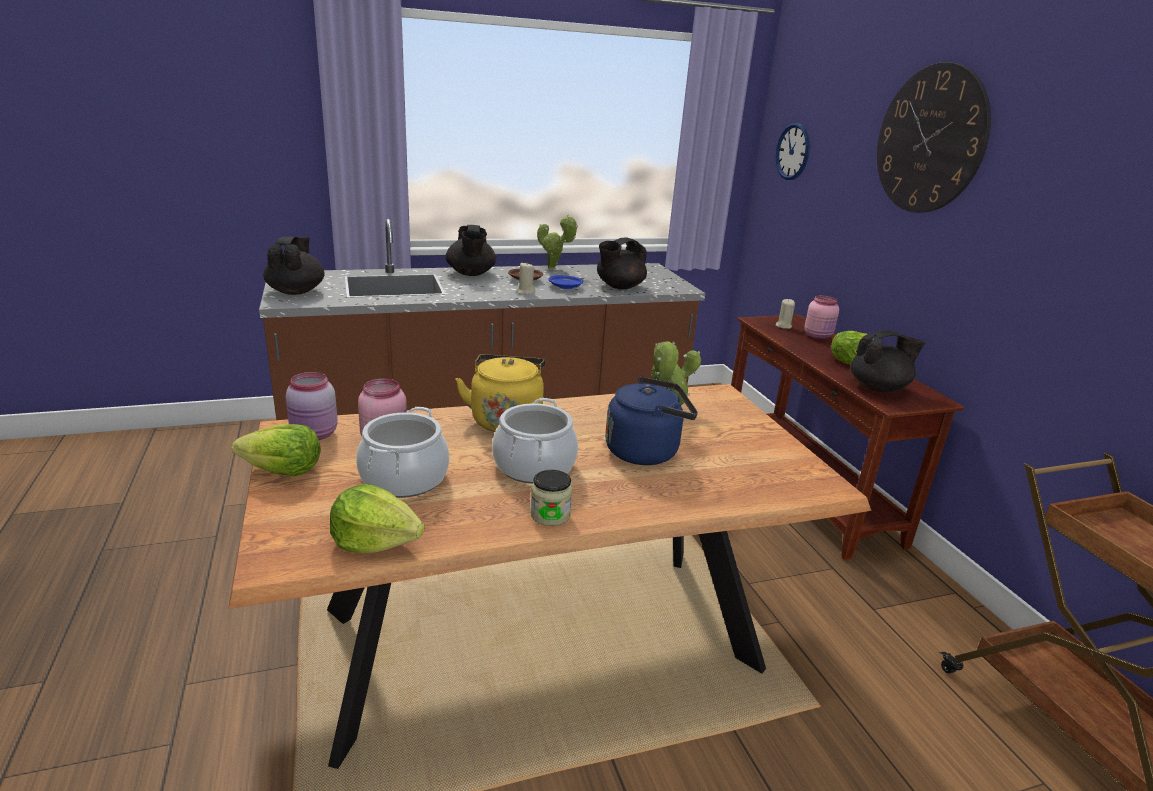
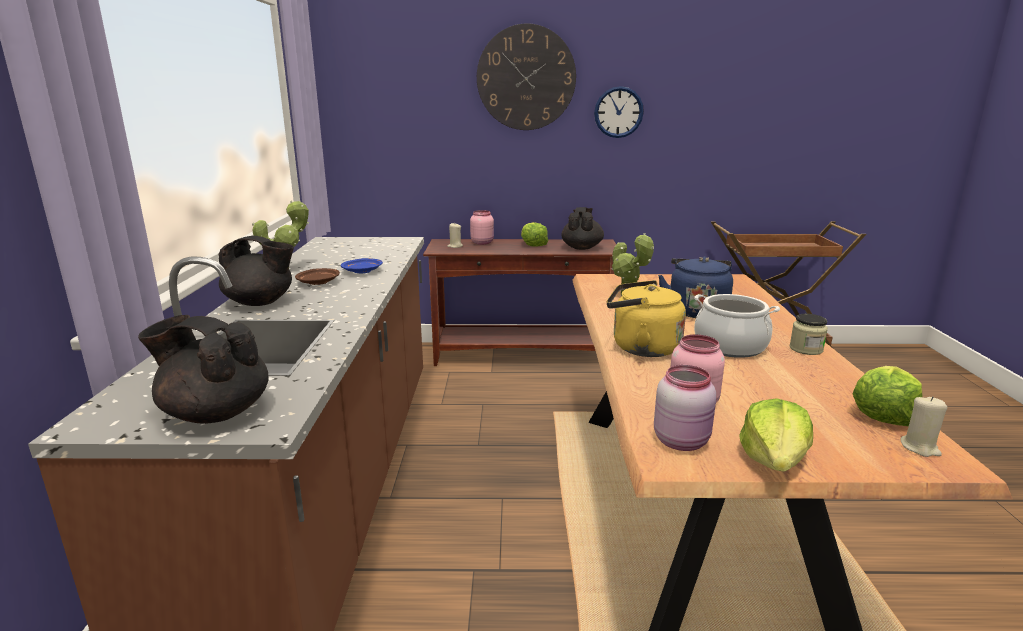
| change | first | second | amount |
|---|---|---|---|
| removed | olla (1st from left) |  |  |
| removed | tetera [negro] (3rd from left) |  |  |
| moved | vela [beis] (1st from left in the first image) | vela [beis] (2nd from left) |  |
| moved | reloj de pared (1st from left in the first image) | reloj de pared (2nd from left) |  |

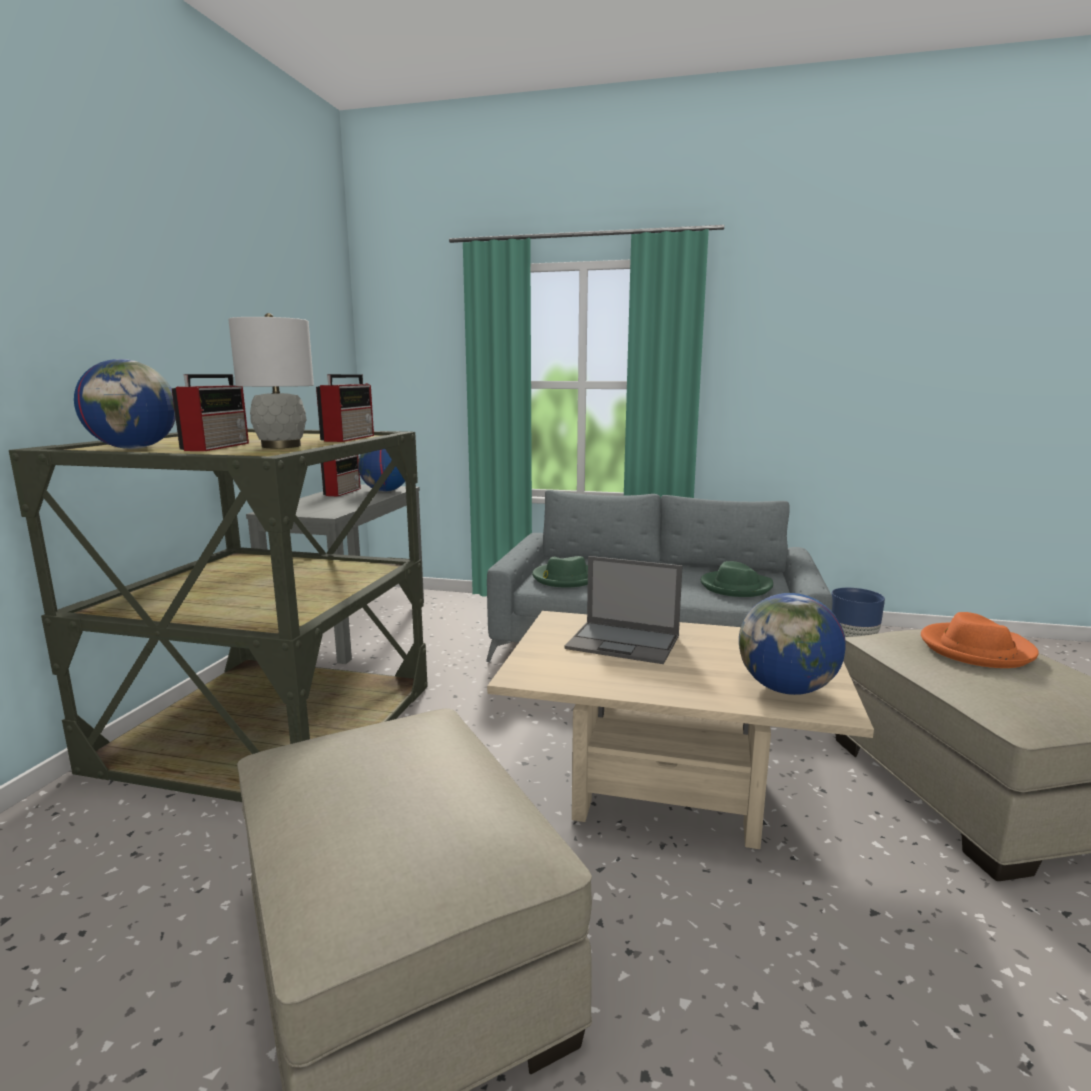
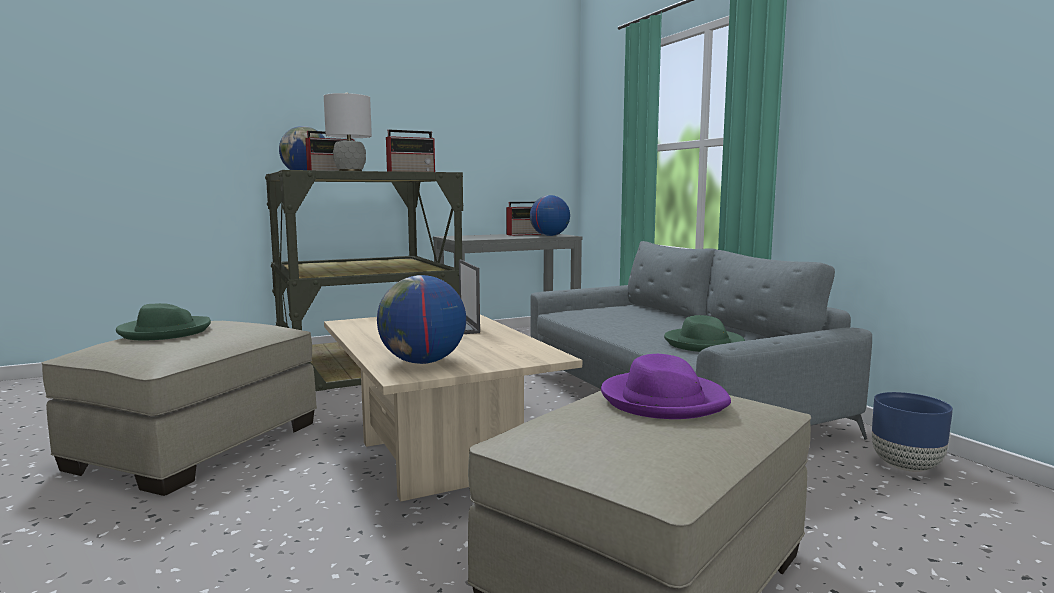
| change | first | second | amount |
|---|---|---|---|
| moved | sombrero [verde] (1st from left) |  |  |
| recoloured | sombrero [naranja] | sombrero [morado] |  |

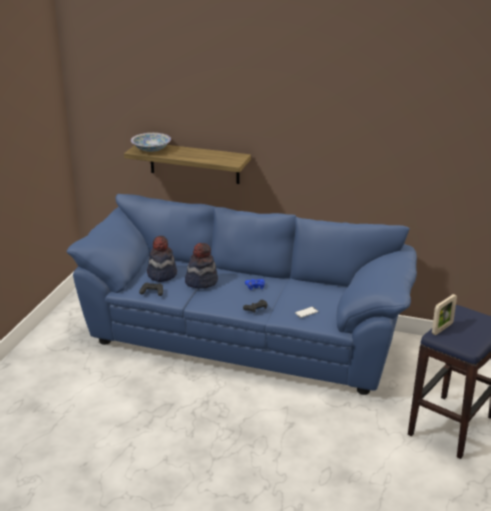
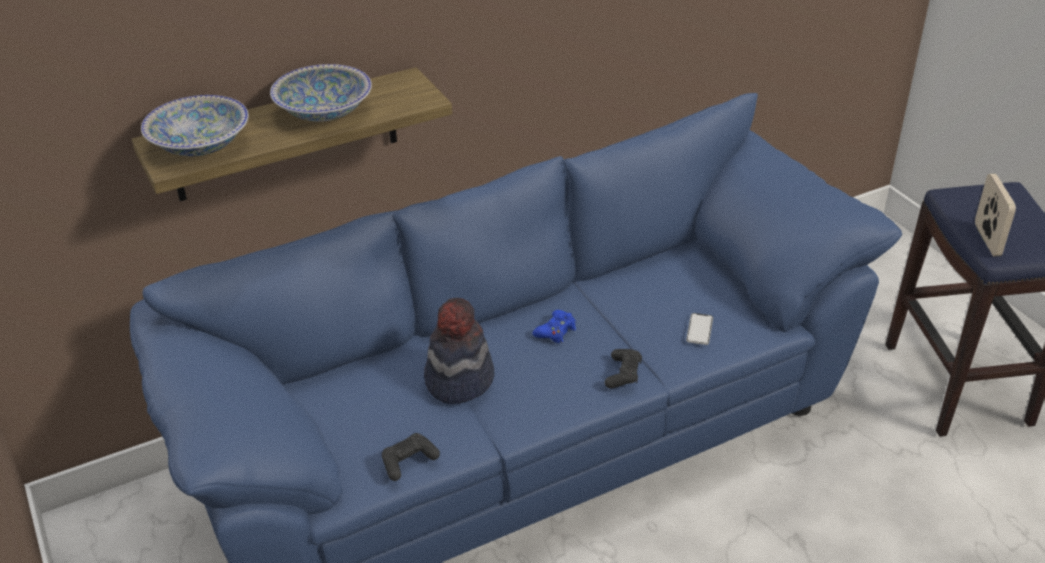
| change | first | second | amount |
|---|---|---|---|
| removed | sombrero (1st from left) |  |  |
| added |  | cuenco (2nd from left) |  |

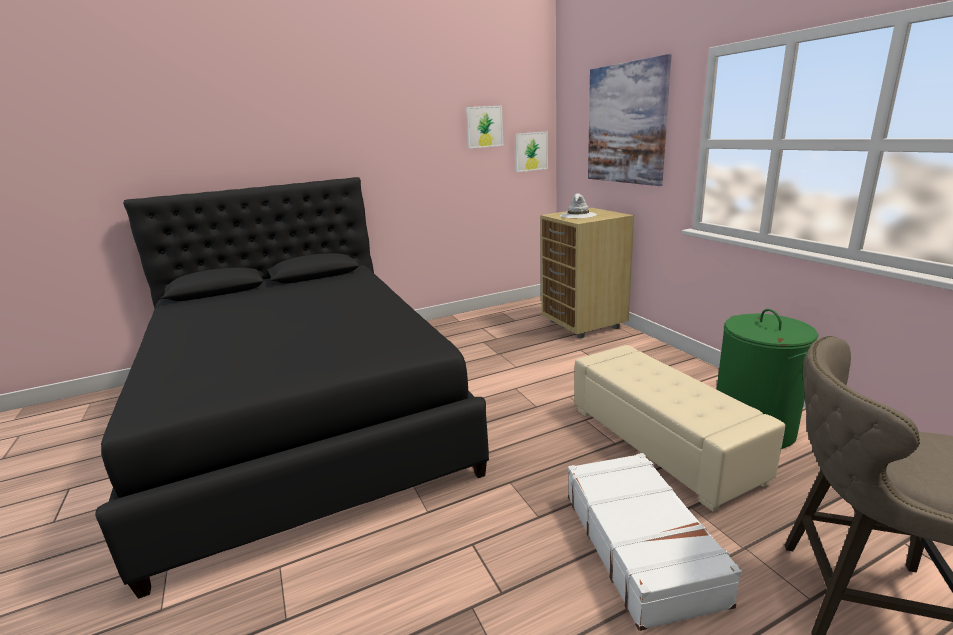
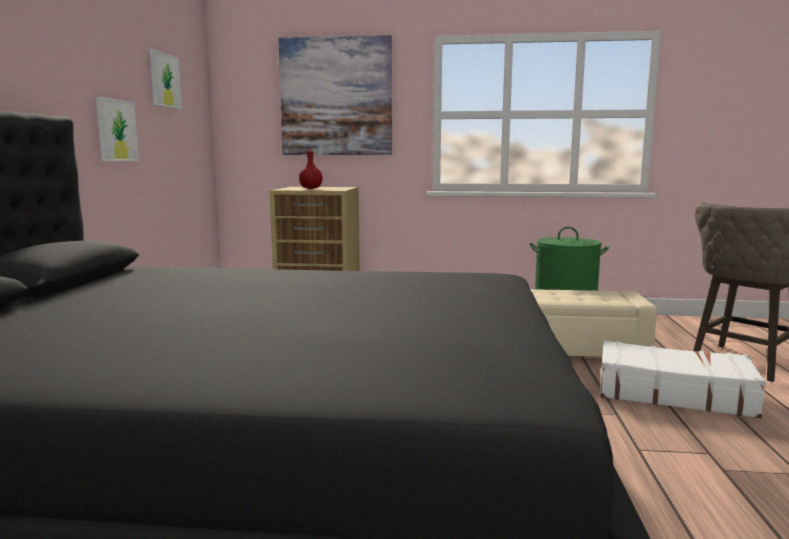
| change | first | second | amount |
|---|---|---|---|
| moved | cuadro (2nd from left in the first image) | cuadro (1st from left) |  |
| replaced | sombrero [blanco] | botella [rojo] |  |

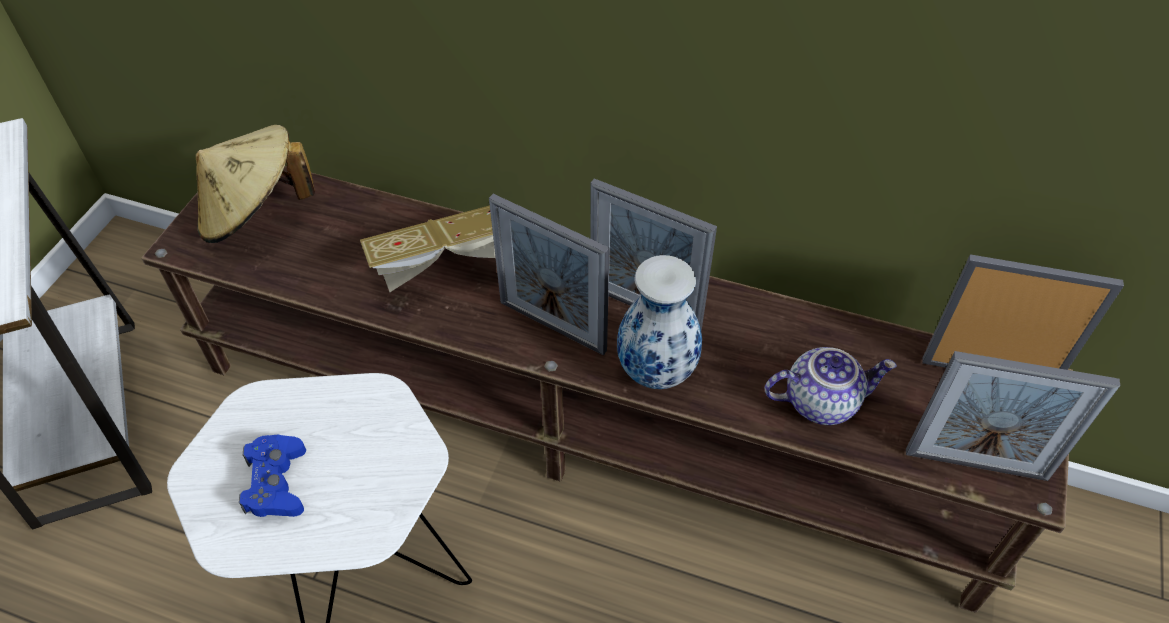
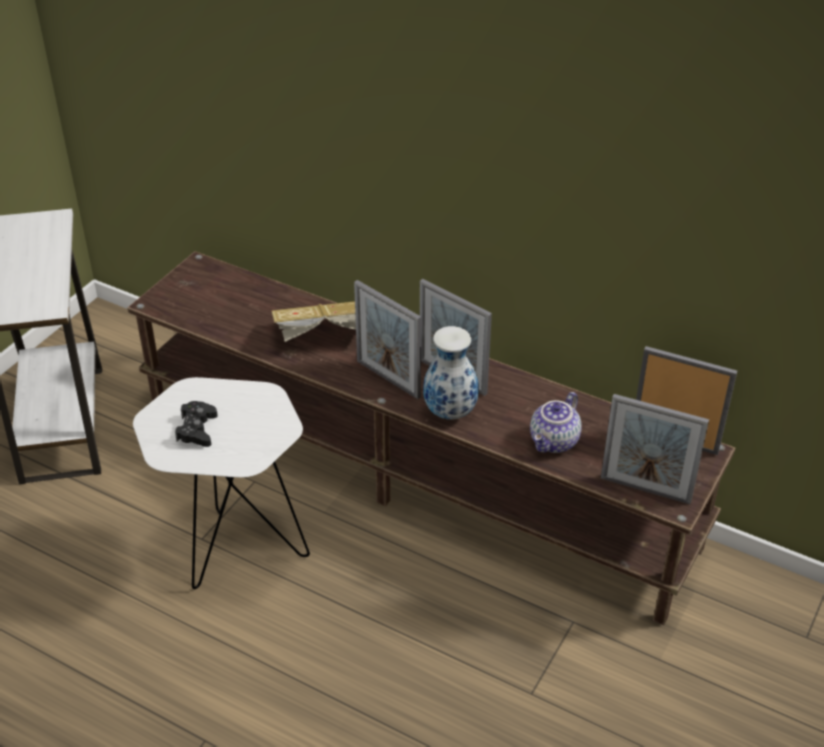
| change | first | second | amount |
|---|---|---|---|
| removed | sombrero [beis] |  |  |
| recoloured | mando de consola [azul] | mando de consola [negro] |  |
| turned | tetera |  | 120 degrees clockwise |

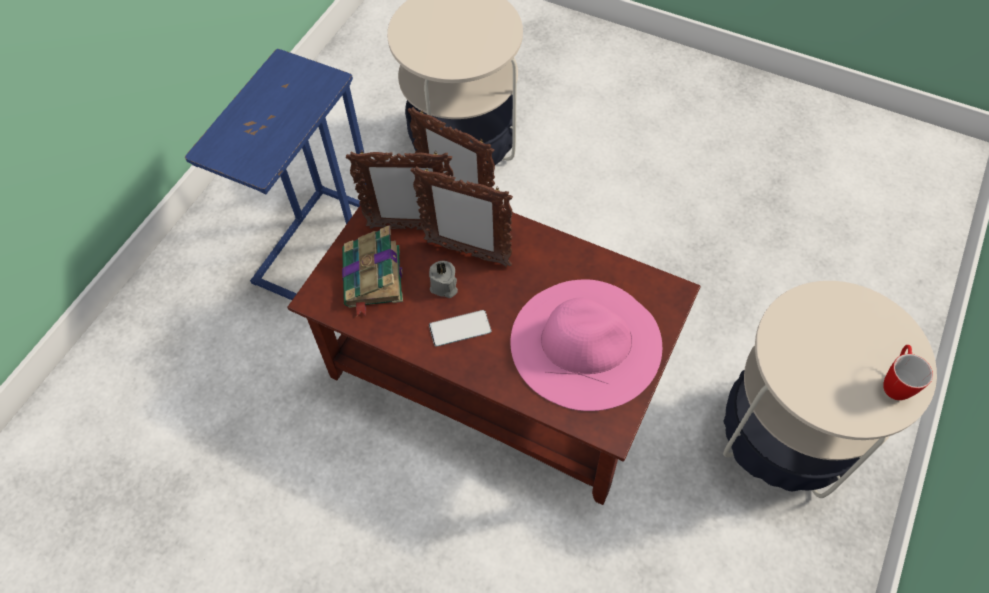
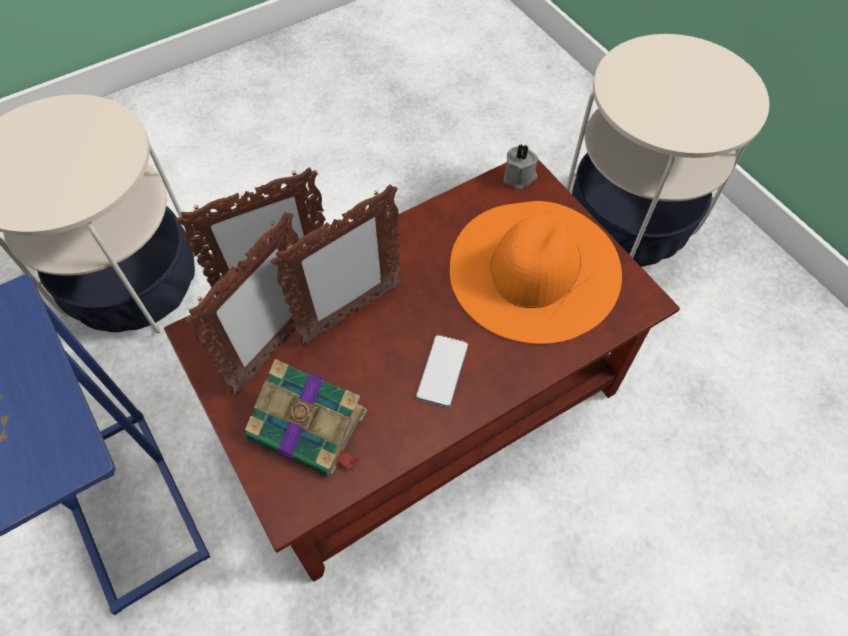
| change | first | second | amount |
|---|---|---|---|
| removed | taza grande |  |  |
| moved | vela [gris] |  |  |
| recoloured | sombrero [rosa] | sombrero [naranja] |  |

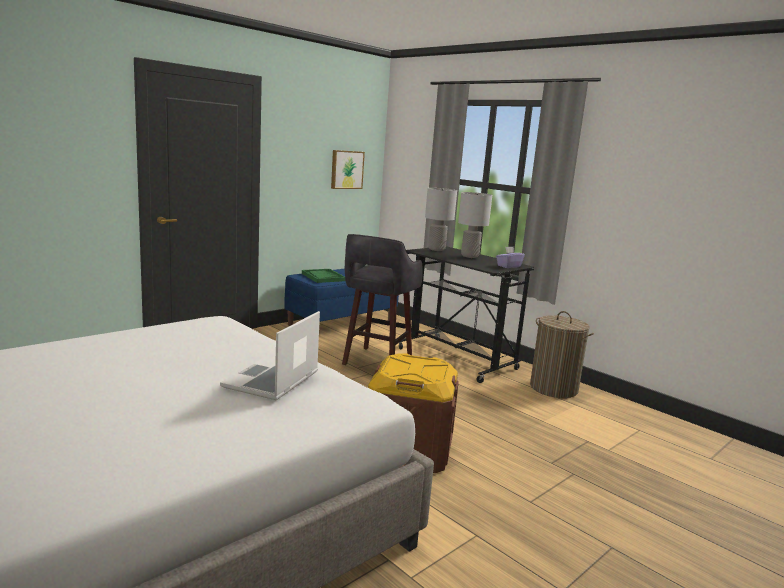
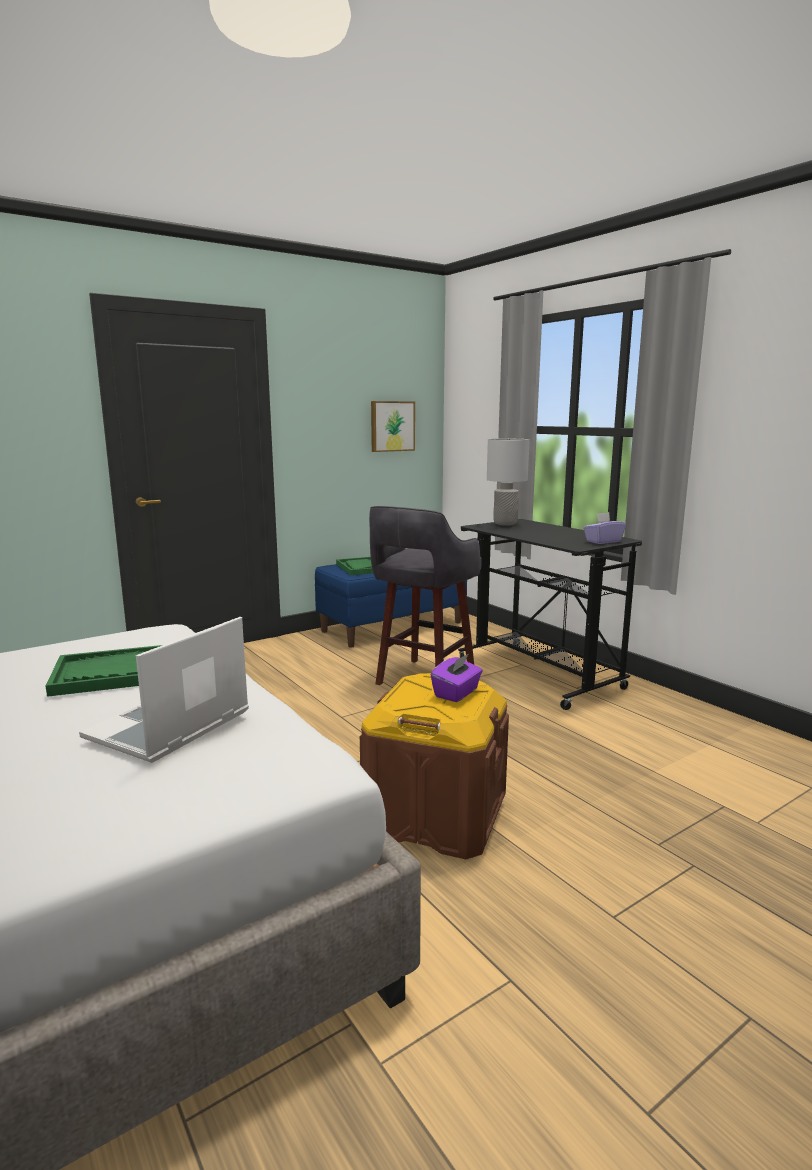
| change | first | second | amount |
|---|---|---|---|
| removed | lámpara de mesa [gris] (2nd from left) |  |  |
| removed | cesto de la ropa |  |  |
| added |  | bandeja [verde] (1st from left) |  |
| added |  | caja de pañuelos [morado] (1st from left) |  |

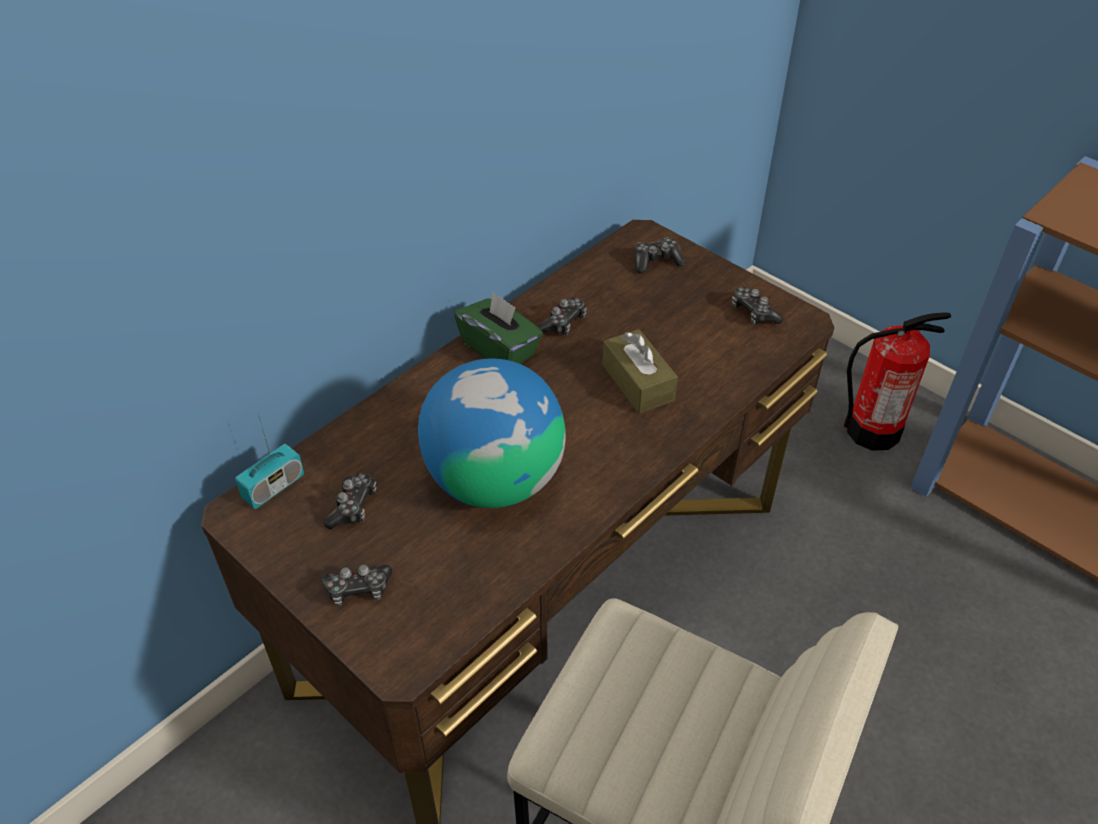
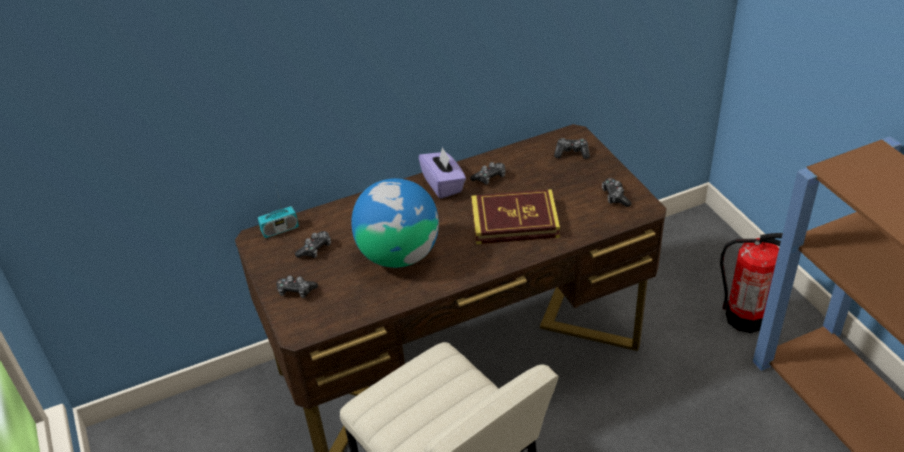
| change | first | second | amount |
|---|---|---|---|
| replaced | caja de pañuelos [marrón] | libro |  |
| recoloured | caja de pañuelos [verde] | caja de pañuelos [morado] |  |

